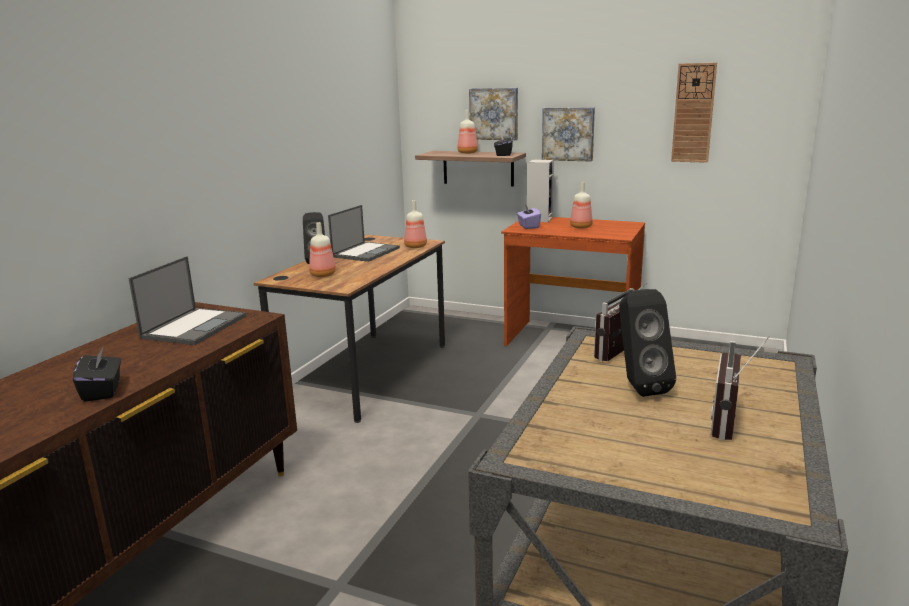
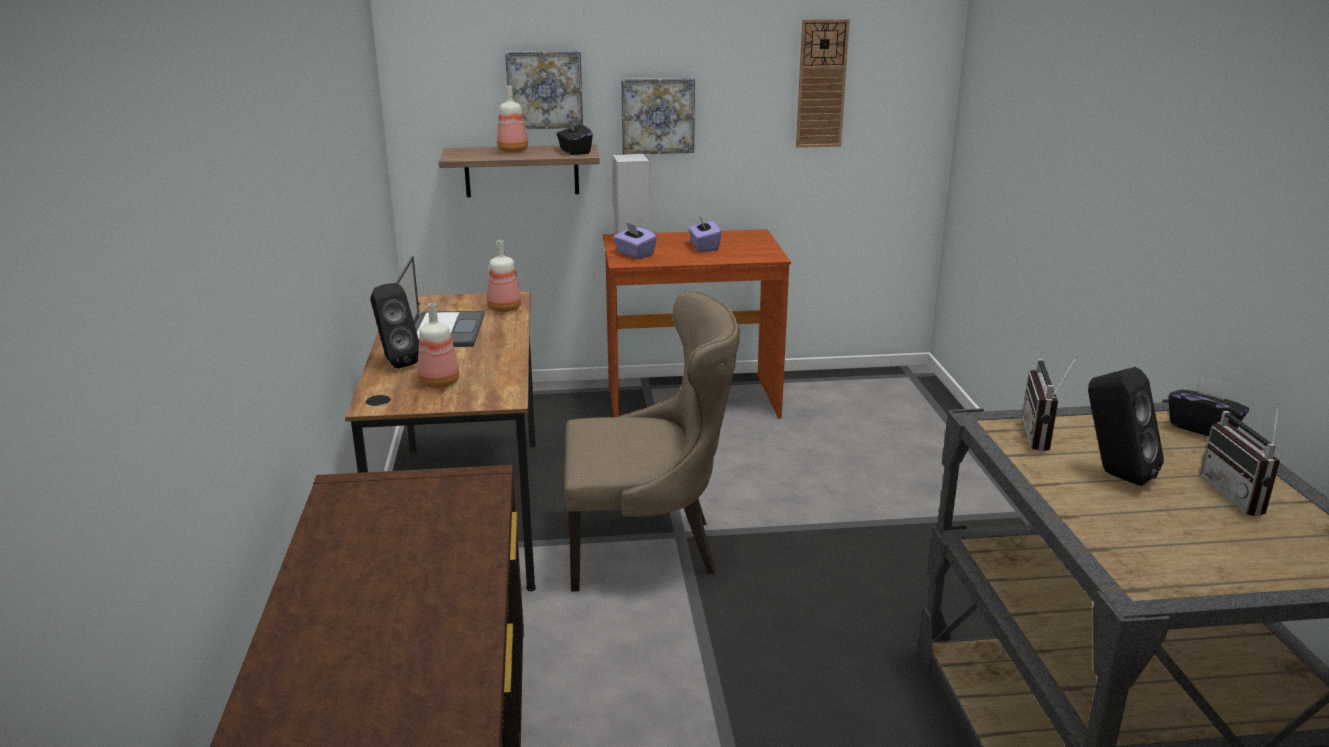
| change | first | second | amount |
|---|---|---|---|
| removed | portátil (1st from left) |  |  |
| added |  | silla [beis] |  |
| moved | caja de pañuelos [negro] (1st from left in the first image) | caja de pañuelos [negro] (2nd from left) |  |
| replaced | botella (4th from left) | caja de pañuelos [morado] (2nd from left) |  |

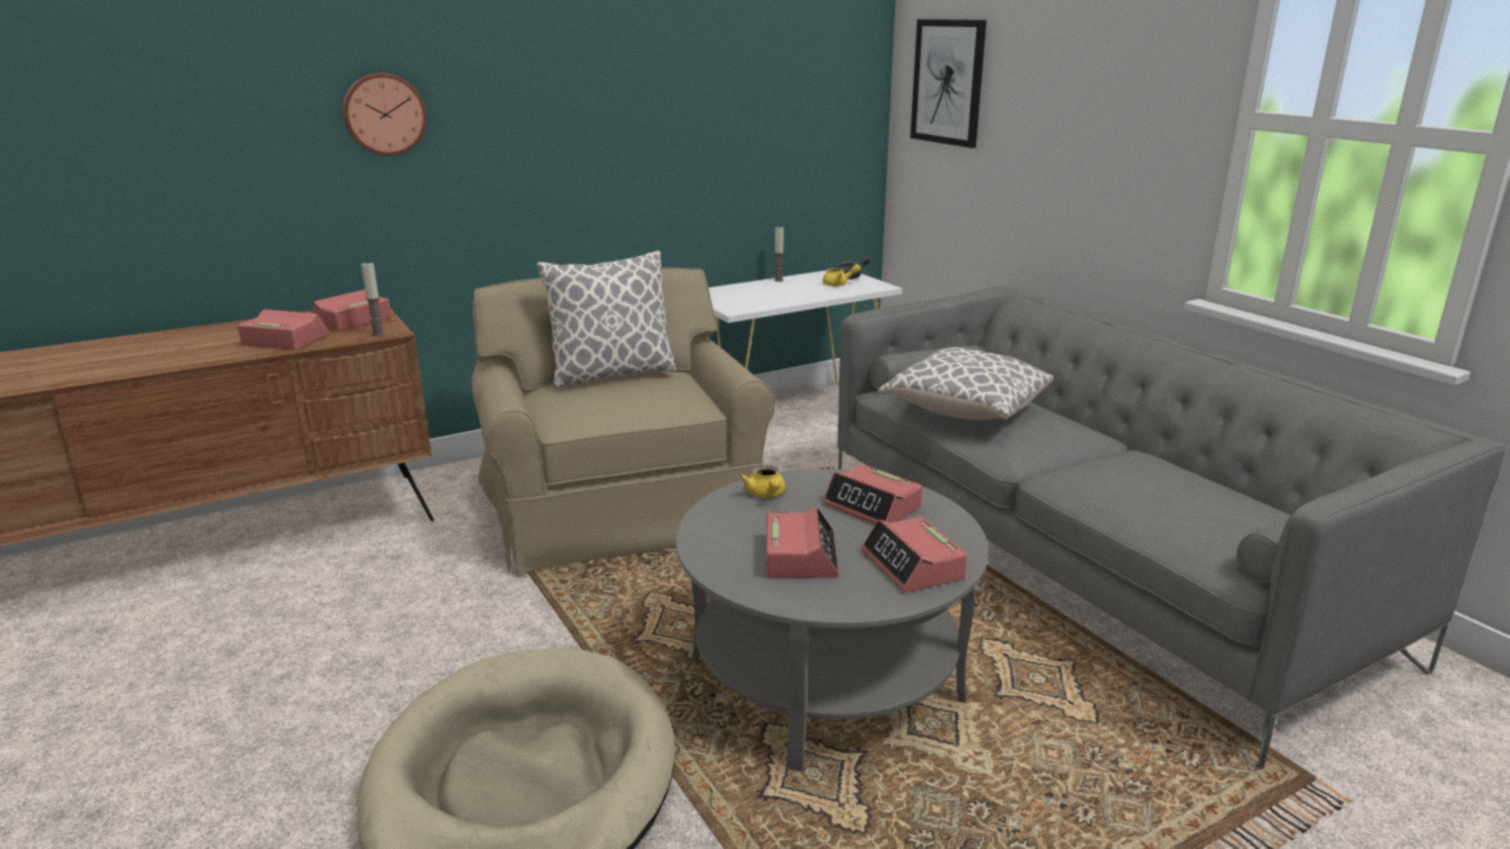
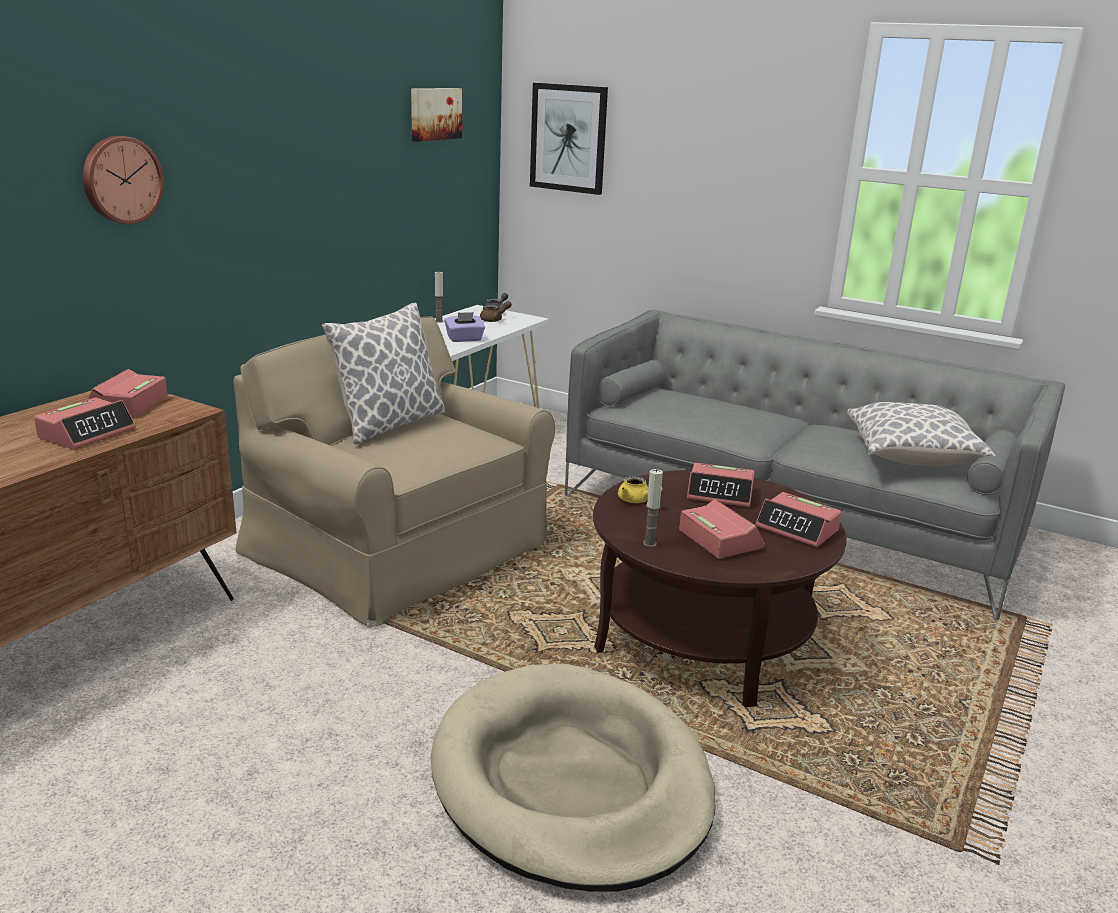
| change | first | second | amount |
|---|---|---|---|
| added |  | cuadro (1st from left) |  |
| added |  | caja de pañuelos [morado] |  |
| moved | vela (1st from left in the first image) | vela (2nd from left) |  |
| moved | cojín (2nd from left) |  |  |
| recoloured | mesa de centro [gris] | mesa de centro [marrón] |  |
| recoloured | tetera [amarillo] (2nd from left) | tetera [marrón] |  |
| turned | despertador (1st from left) |  | 135 degrees clockwise |

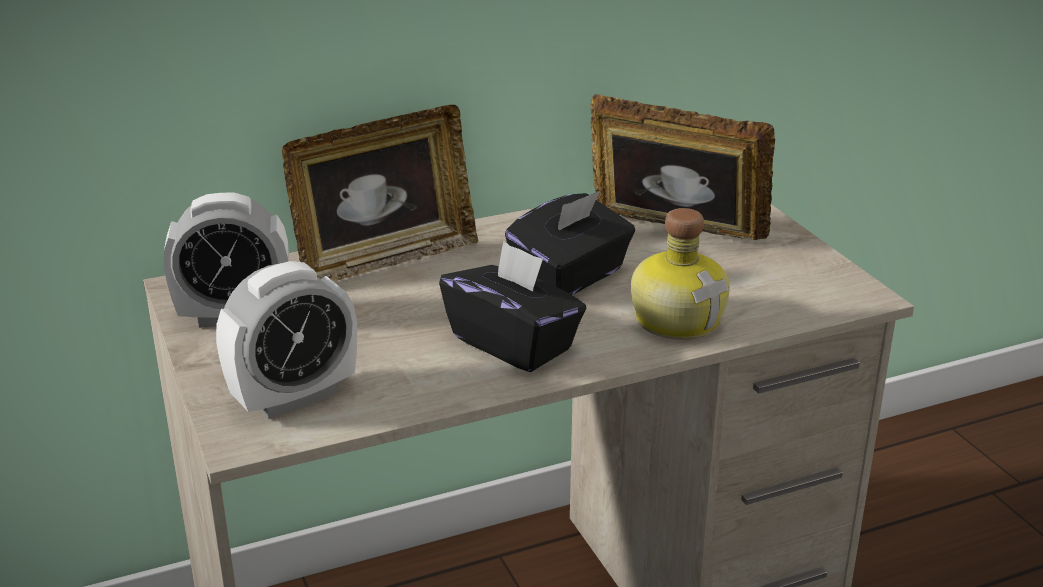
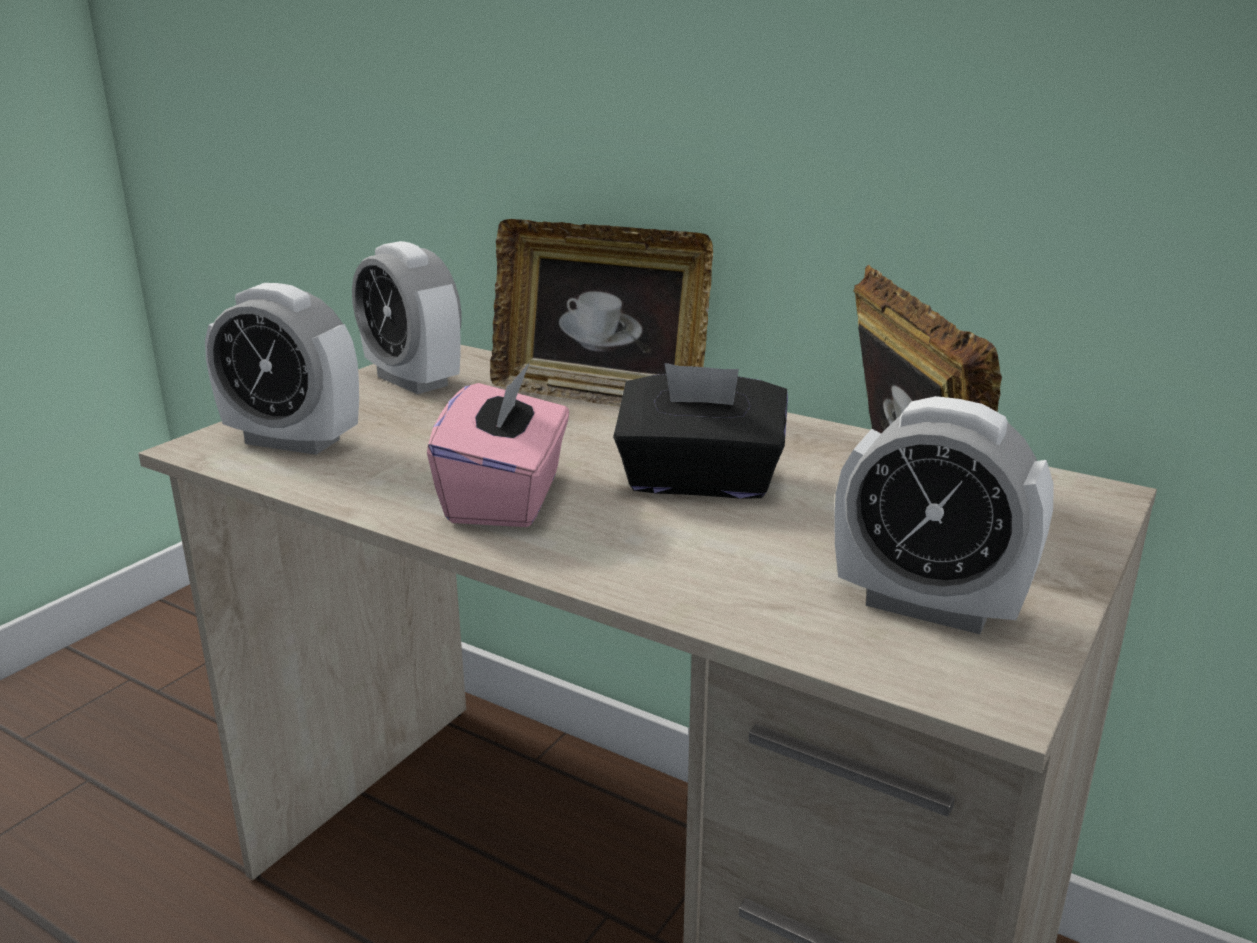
| change | first | second | amount |
|---|---|---|---|
| removed | botella |  |  |
| added |  | despertador (3rd from left) |  |
| recoloured | caja de pañuelos [negro] (1st from left) | caja de pañuelos [rosa] |  |

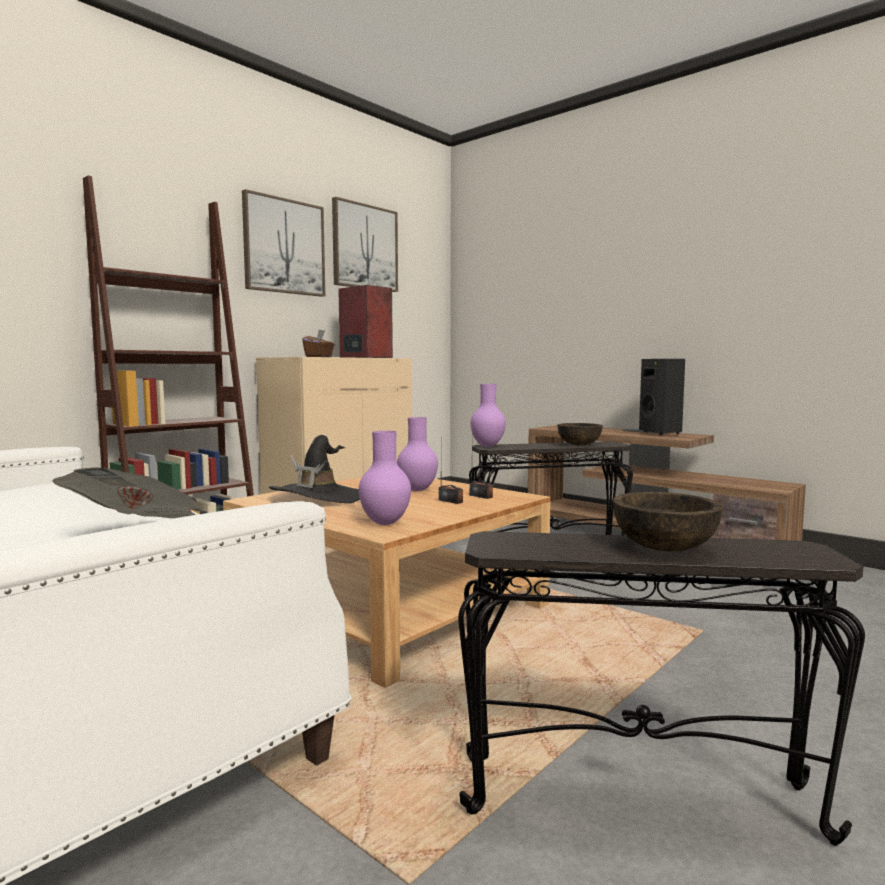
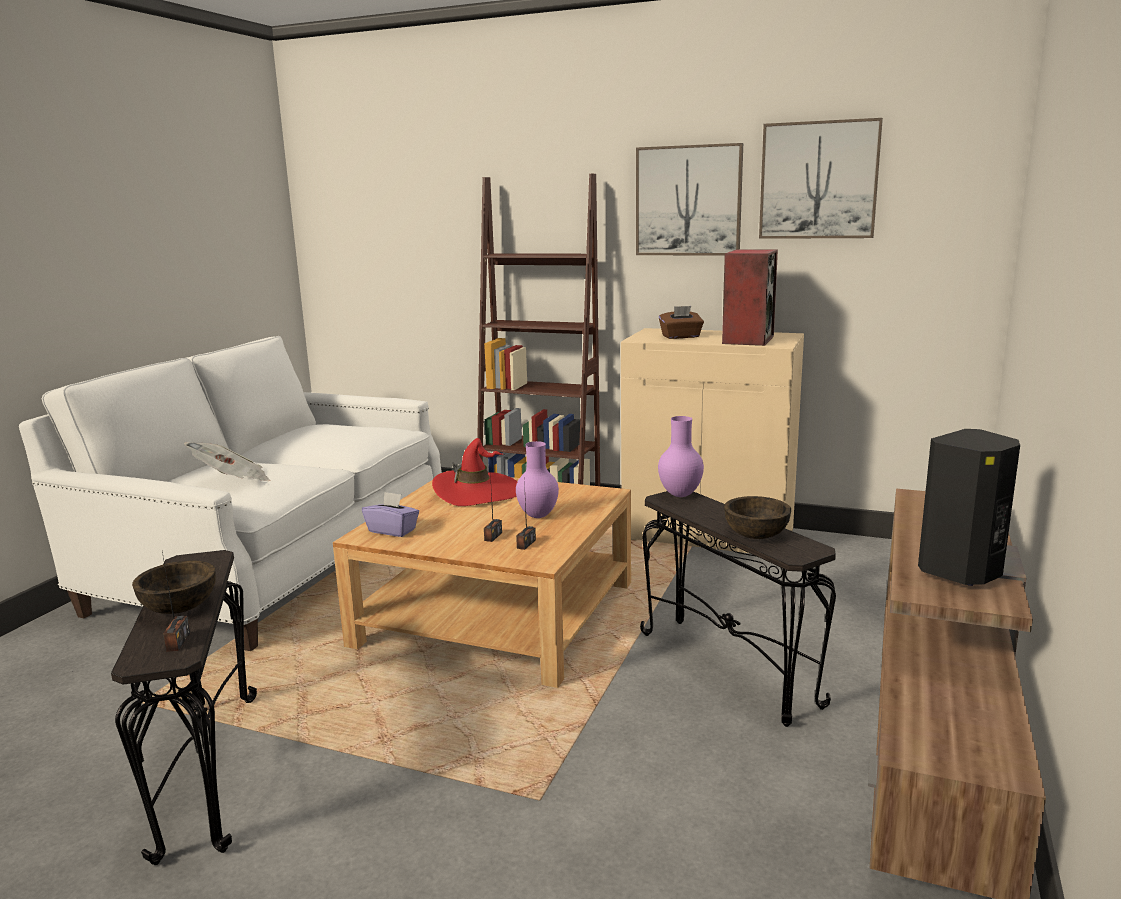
| change | first | second | amount |
|---|---|---|---|
| added |  | radio (1st from left) |  |
| replaced | florero [morado] (1st from left) | caja de pañuelos [morado] |  |
| recoloured | sombrero [negro] | sombrero [rojo] |  |

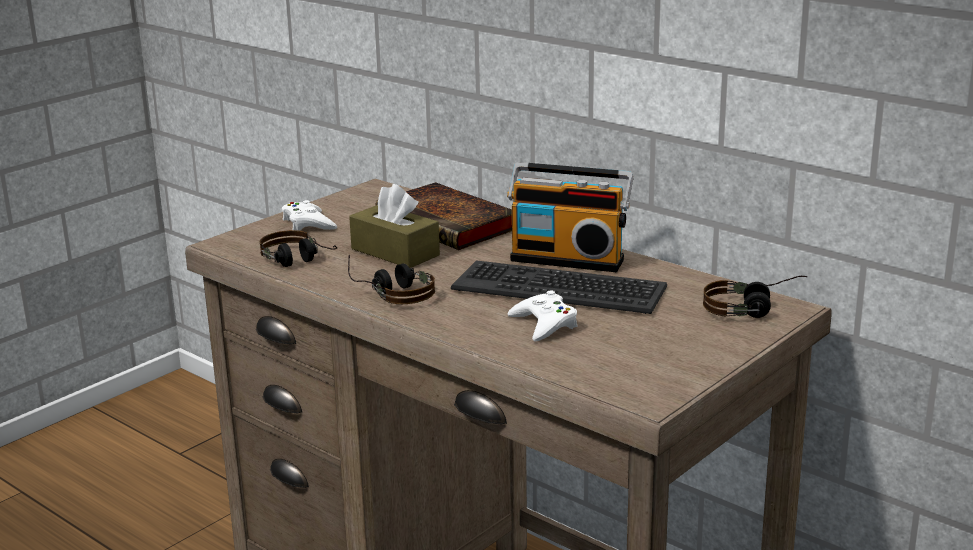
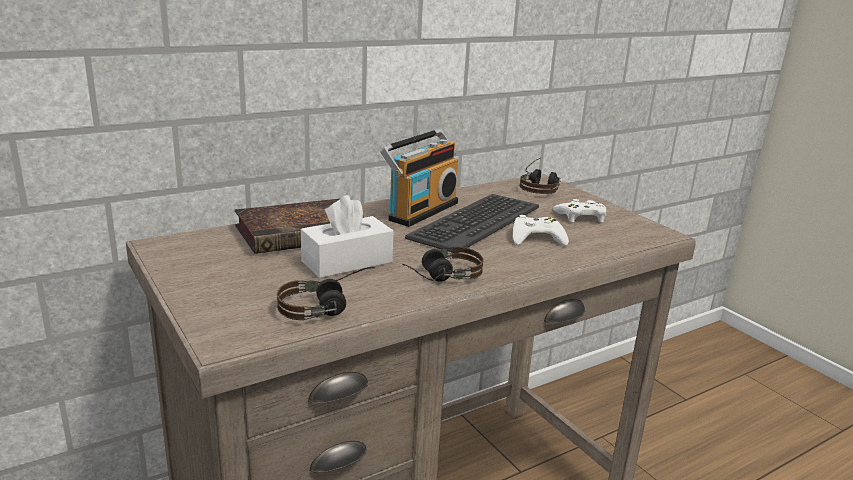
| change | first | second | amount |
|---|---|---|---|
| moved | mando de consola [blanco] (1st from left in the first image) | mando de consola [blanco] (2nd from left) |  |
| recoloured | caja de pañuelos [marrón] | caja de pañuelos [blanco] |  |

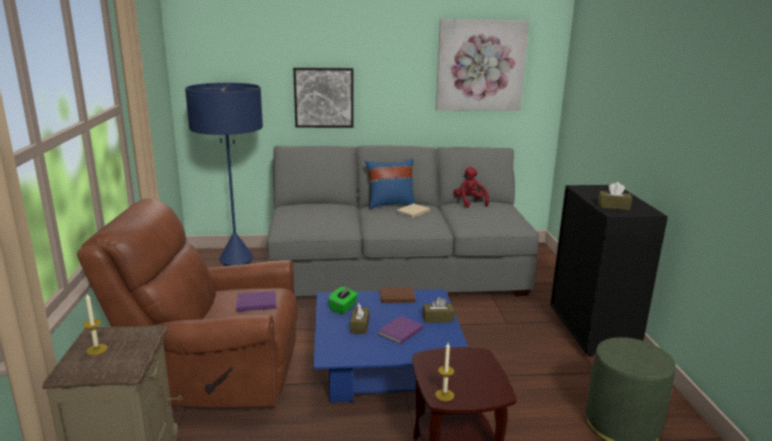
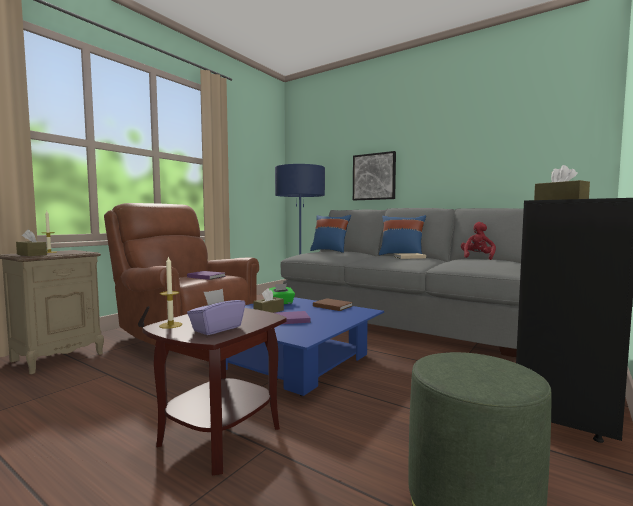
| change | first | second | amount |
|---|---|---|---|
| removed | cuadro (2nd from left) |  |  |
| added |  | caja de pañuelos [morado] |  |
| added |  | cojín [azul] (1st from left) |  |
| moved | caja de pañuelos [marrón] (2nd from left in the first image) | caja de pañuelos [marrón] (1st from left) |  |

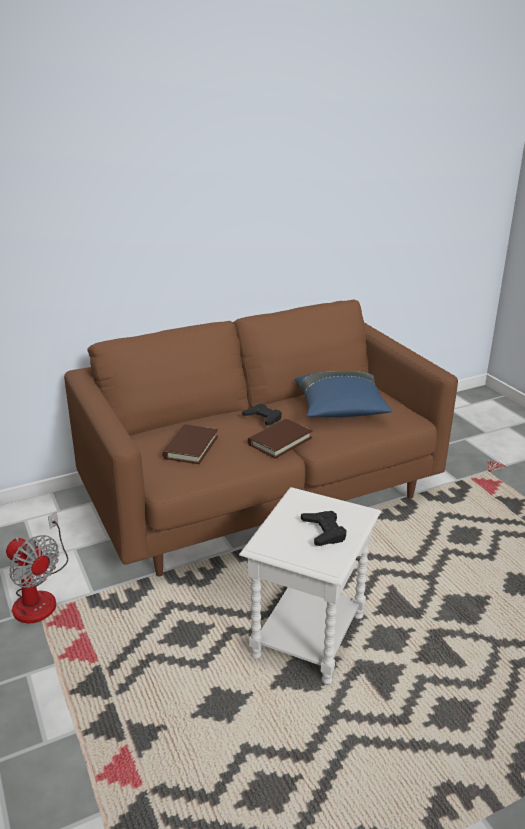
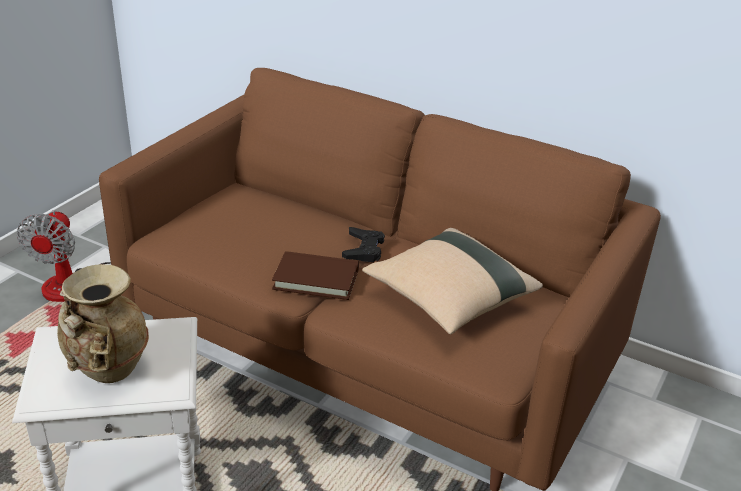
| change | first | second | amount |
|---|---|---|---|
| removed | libro [marrón] (1st from left) |  |  |
| replaced | mando de consola [negro] (2nd from left) | florero [beis] |  |
| recoloured | cojín [azul] | cojín [beis] |  |

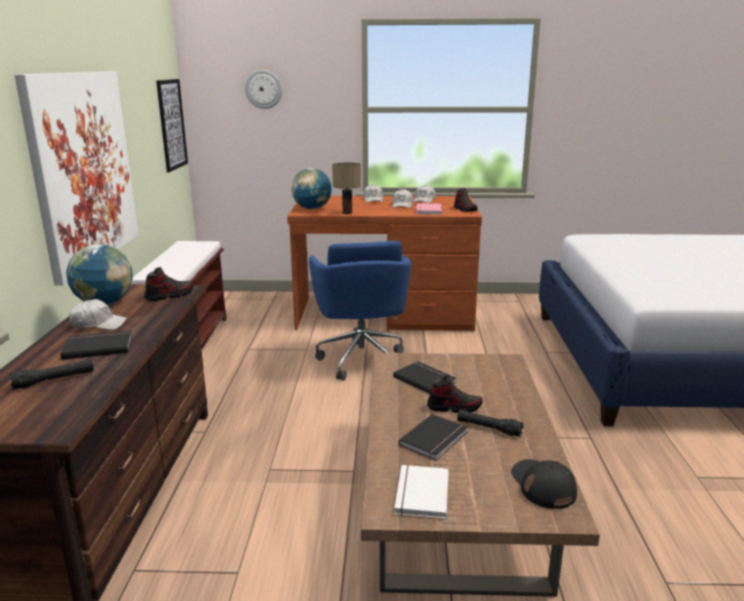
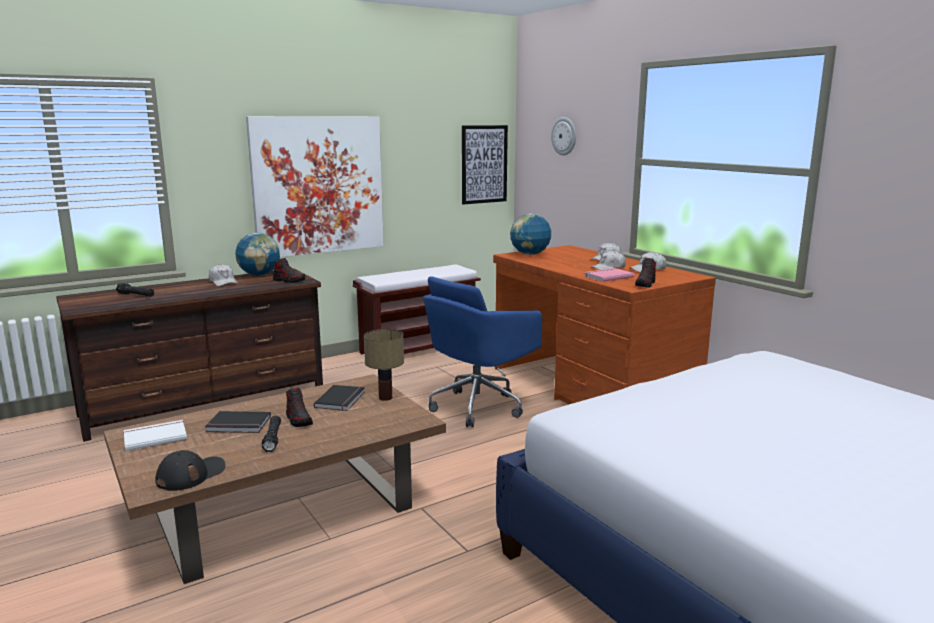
| change | first | second | amount |
|---|---|---|---|
| removed | libro [negro] (1st from left) |  |  |
| moved | lámpara de mesa |  |  |

